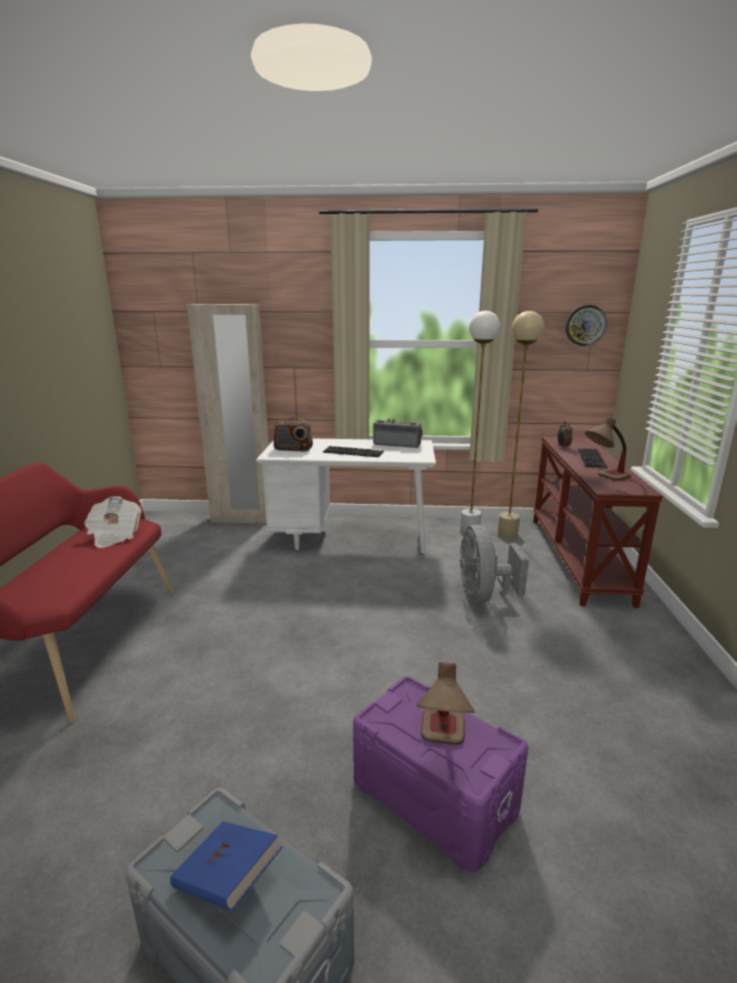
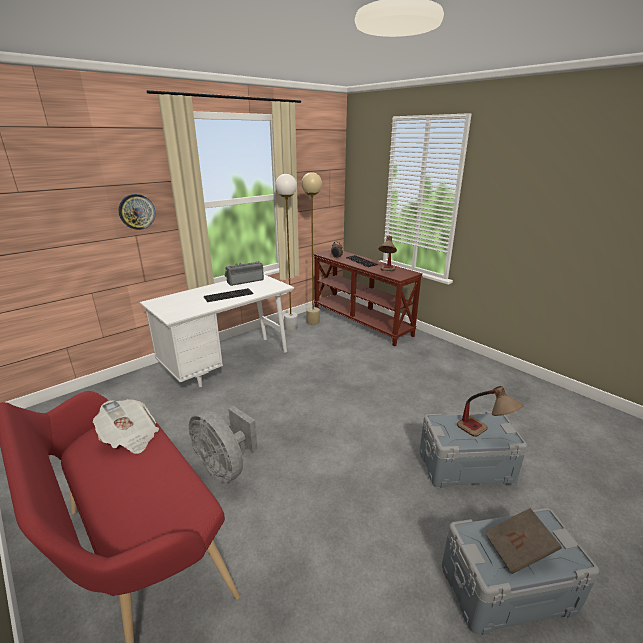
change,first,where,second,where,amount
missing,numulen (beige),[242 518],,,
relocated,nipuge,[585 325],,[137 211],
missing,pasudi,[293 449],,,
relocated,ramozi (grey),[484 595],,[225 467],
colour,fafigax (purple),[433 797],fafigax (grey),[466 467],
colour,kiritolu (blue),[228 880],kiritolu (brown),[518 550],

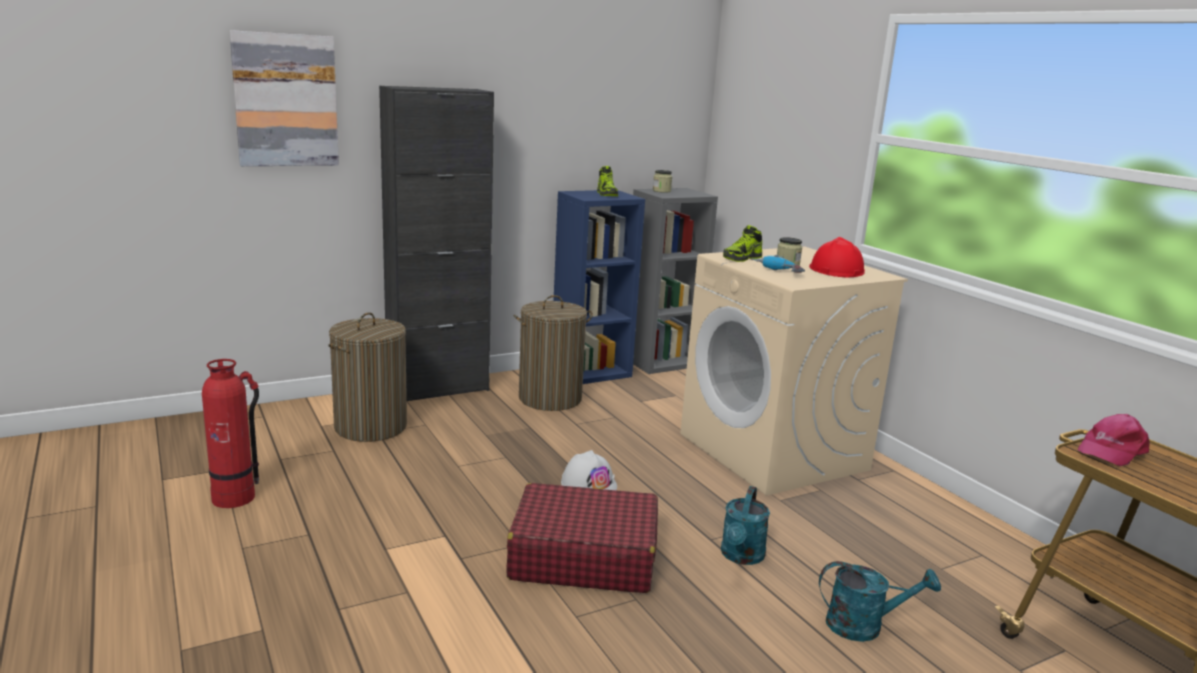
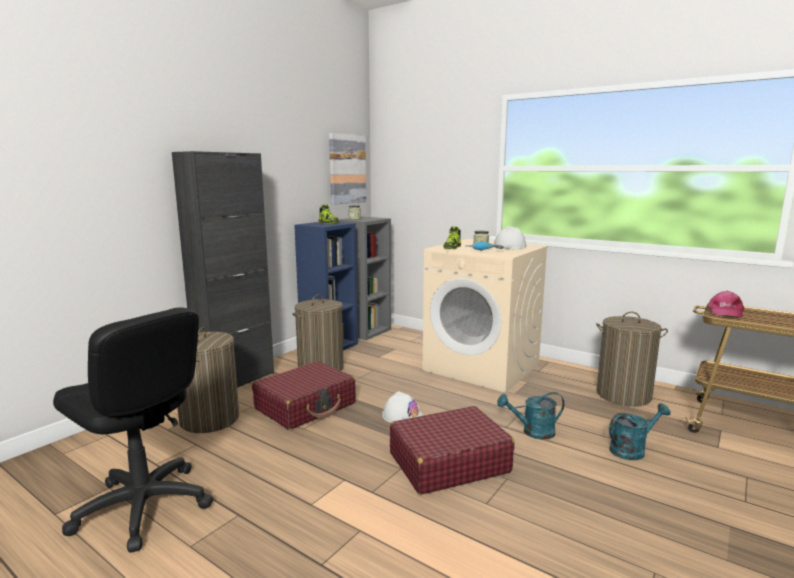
change,first,where,second,where,amount
relocated,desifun,[286 100],,[347 169],
colour,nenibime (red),[836 270],nenibime (white),[508 246],
exchanged,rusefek,[234 497],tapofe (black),[143 507],
spun,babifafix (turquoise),[741 557],,[532 432],90 degrees clockwise
appeared,,,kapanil,[623 395],
appeared,,,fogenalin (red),[306 406],

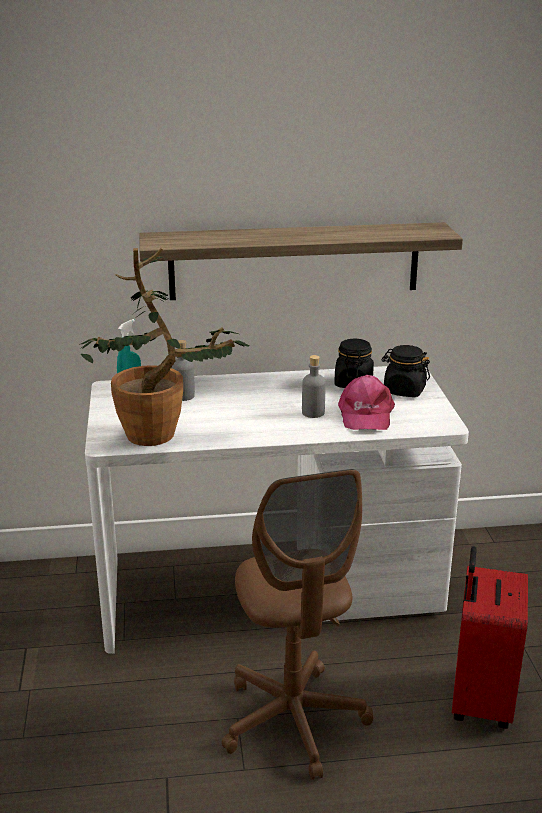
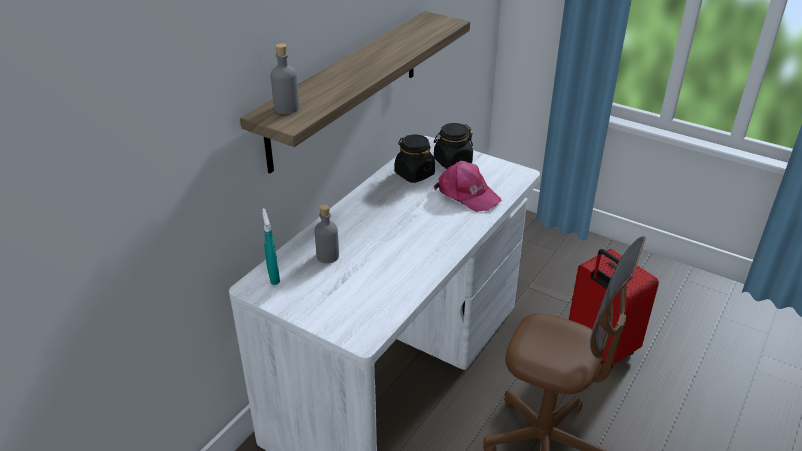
change,first,where,second,where,amount
missing,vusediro,[163 435],,,
relocated,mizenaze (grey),[313 413],,[286 108],

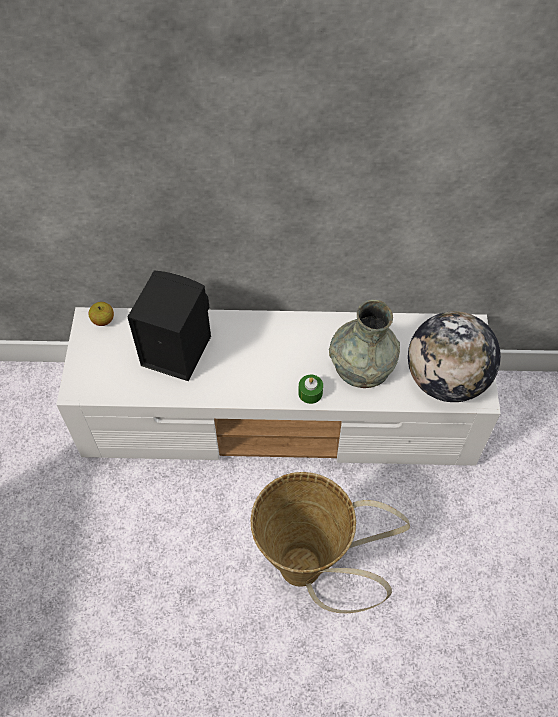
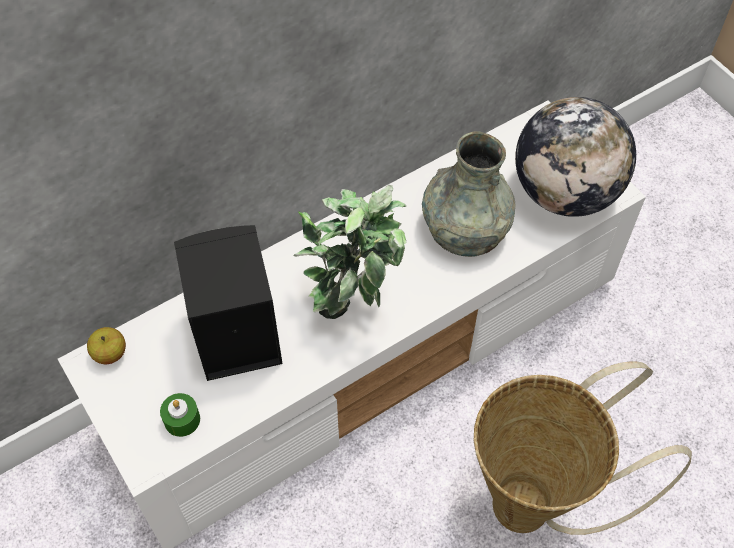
change,first,where,second,where,amount
relocated,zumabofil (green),[310 393],,[182 419],
appeared,,,vusediro,[353 303],

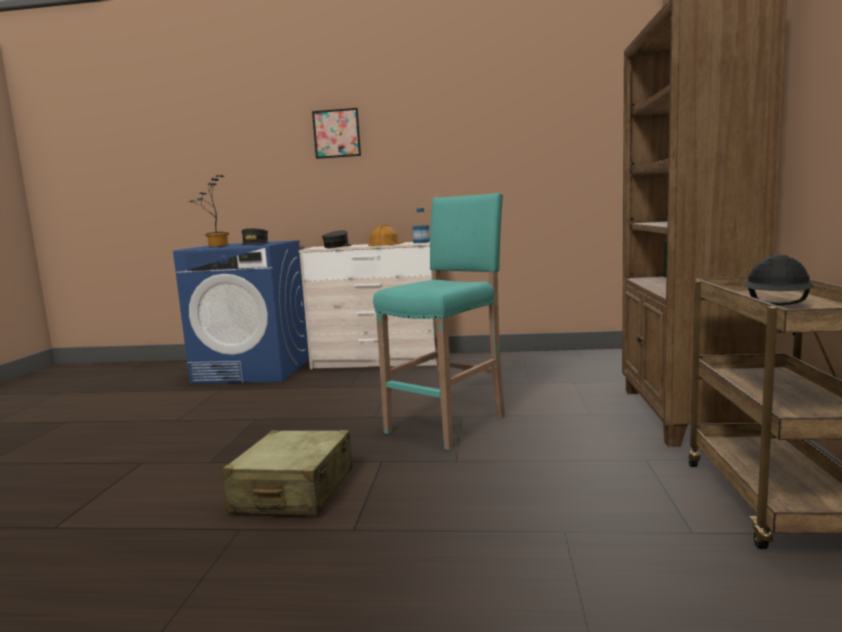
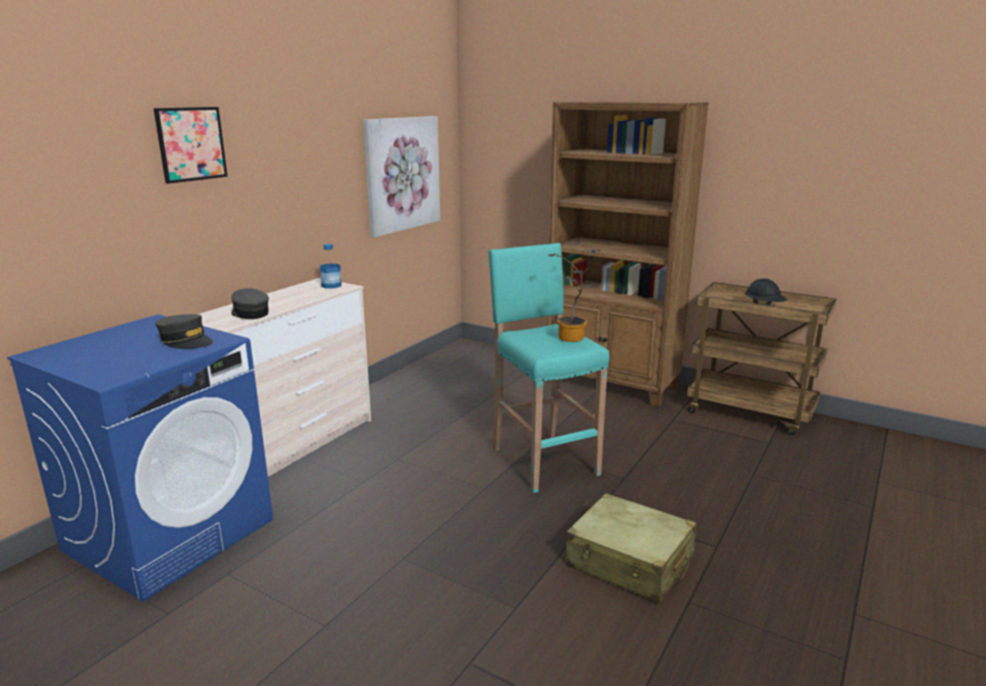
change,first,where,second,where,amount
relocated,vusediro,[215 246],,[572 339],
missing,nenibime (orange),[386 244],,,
appeared,,,desifun,[402 174],

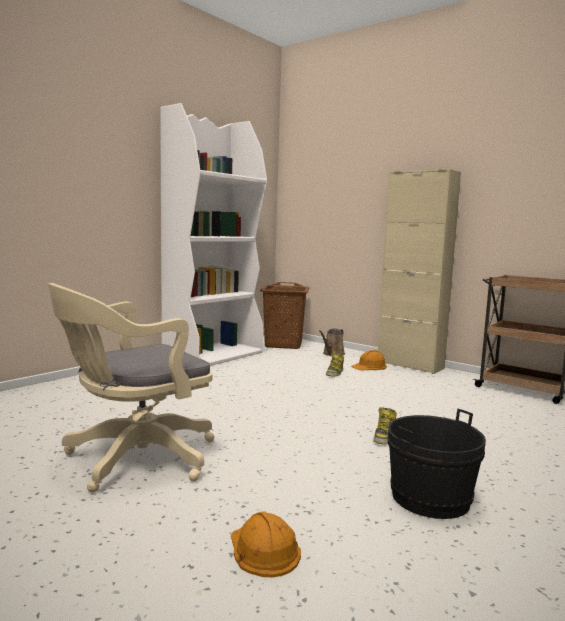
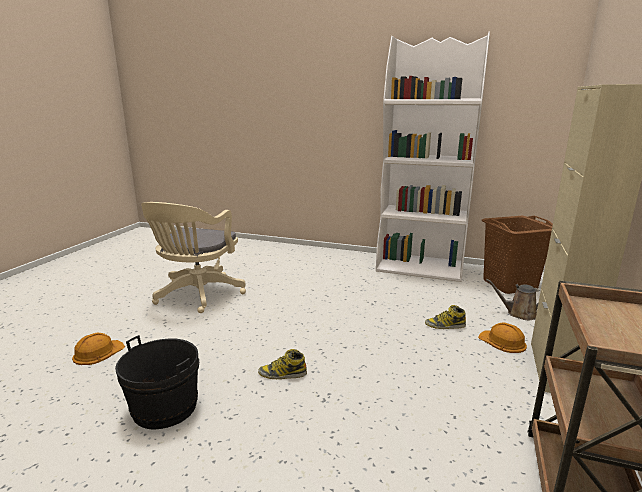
change,first,where,second,where,amount
spun,tapofe (beige),[134 459],,[197 295],105 degrees counterclockwise

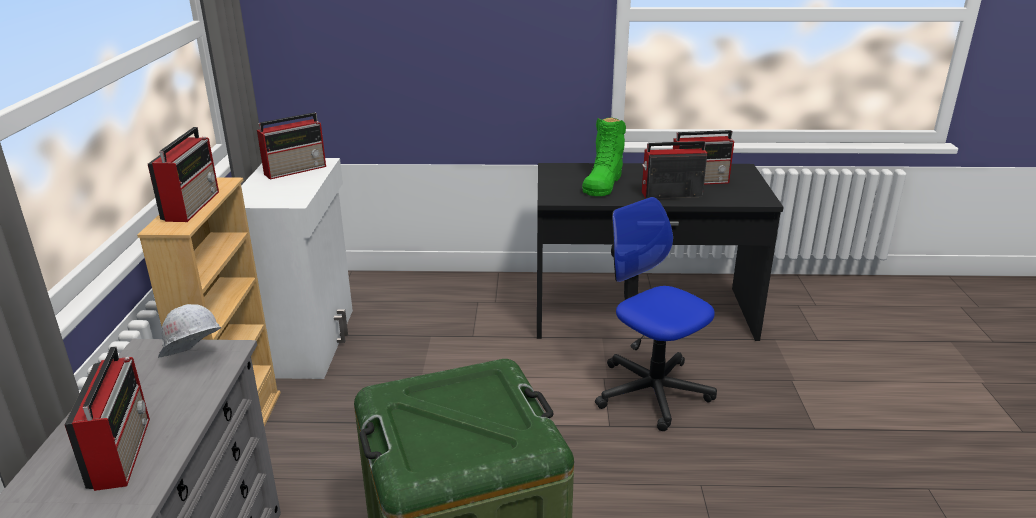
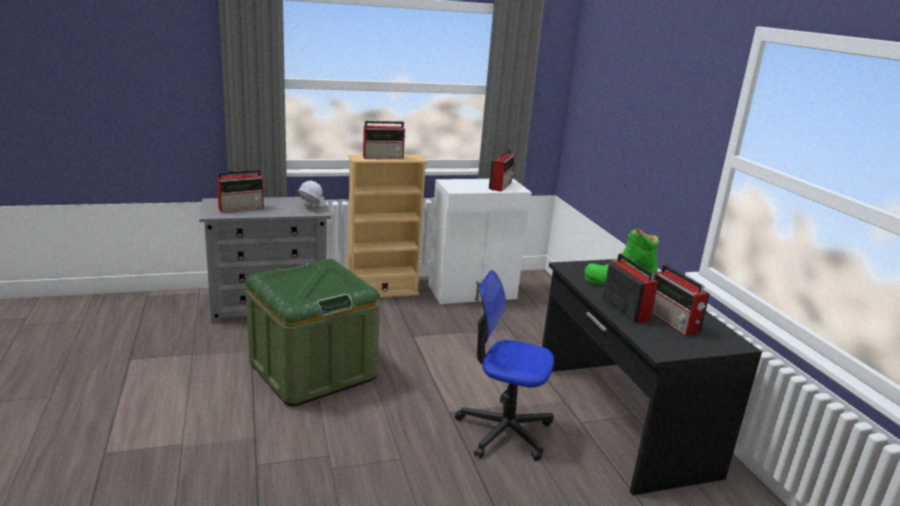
change,first,where,second,where,amount
spun,pasudi,[296 170],,[501 185],105 degrees counterclockwise
spun,tapofe,[652 391],,[504 430],105 degrees counterclockwise

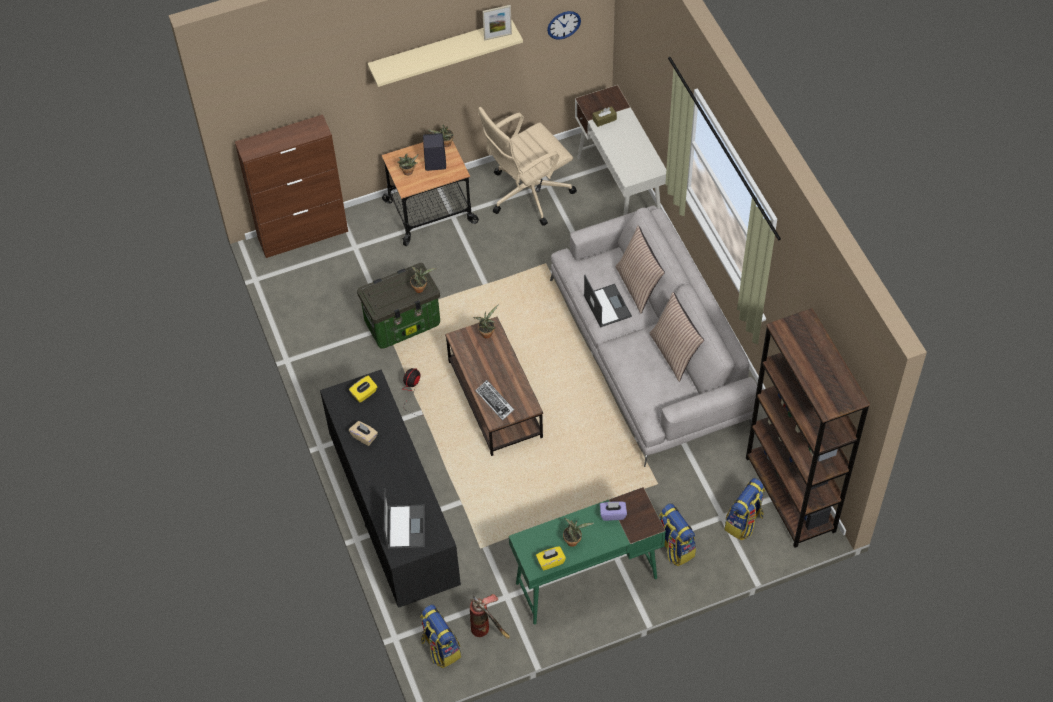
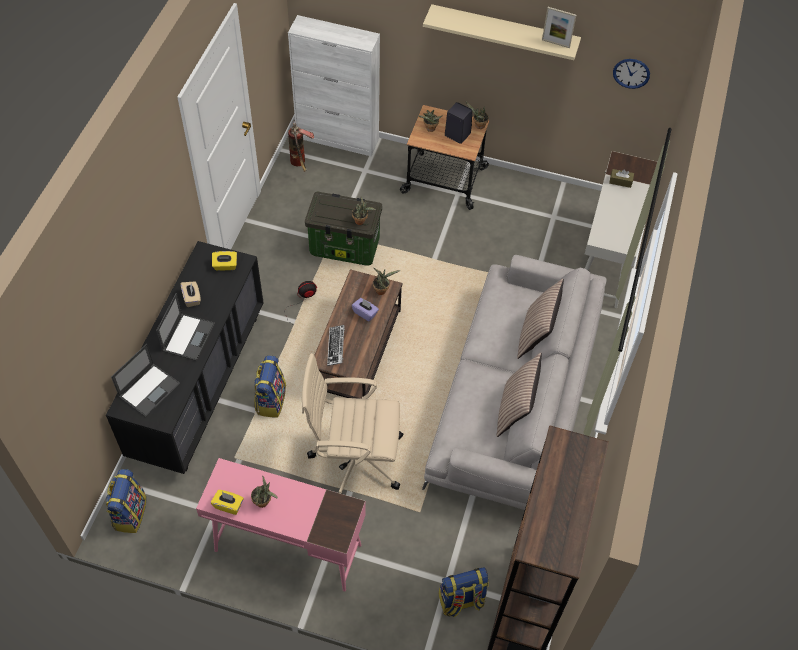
change,first,where,second,where,amount
relocated,tapofe (beige),[527 193],,[354 458],
colour,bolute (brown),[303 234],bolute (white),[338 138],
relocated,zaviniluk,[607 305],,[188 336],
colour,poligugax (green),[585 581],poligugax (pink),[287 547],
relocated,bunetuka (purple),[613 514],,[365 313],
relocated,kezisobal,[674 547],,[270 400],
relocated,rusefek,[487 630],,[300 164],

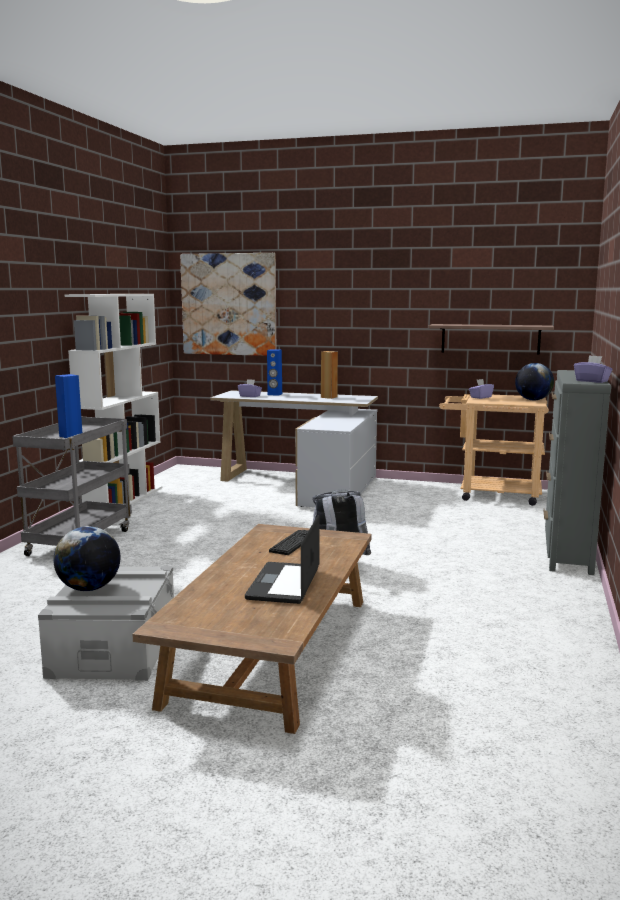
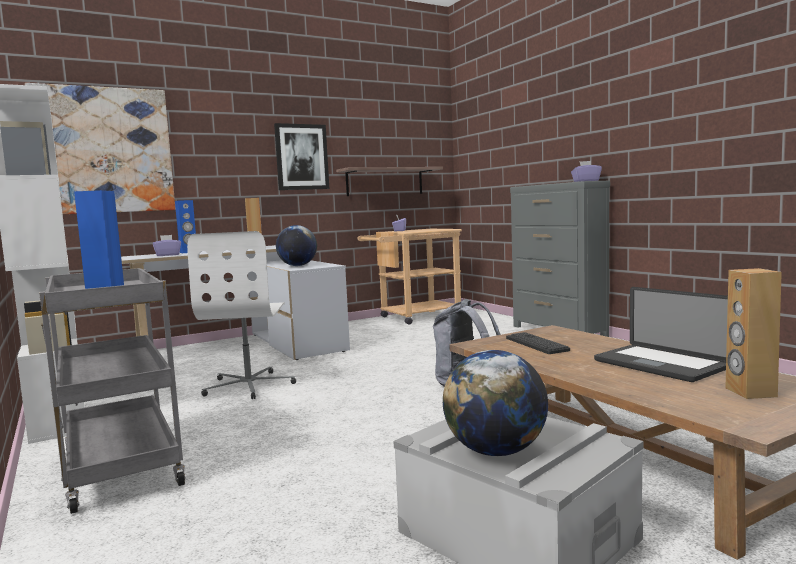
change,first,where,second,where,amount
relocated,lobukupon,[533 400],,[298 266],
appeared,,,desifun,[301 157],
appeared,,,tapofe (white),[249 385],
appeared,,,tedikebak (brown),[750 392],

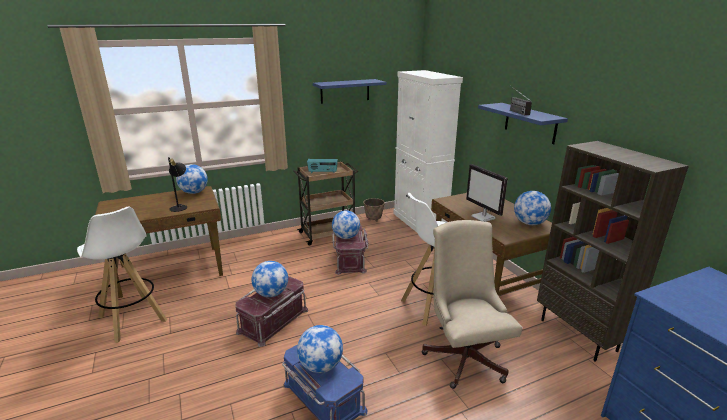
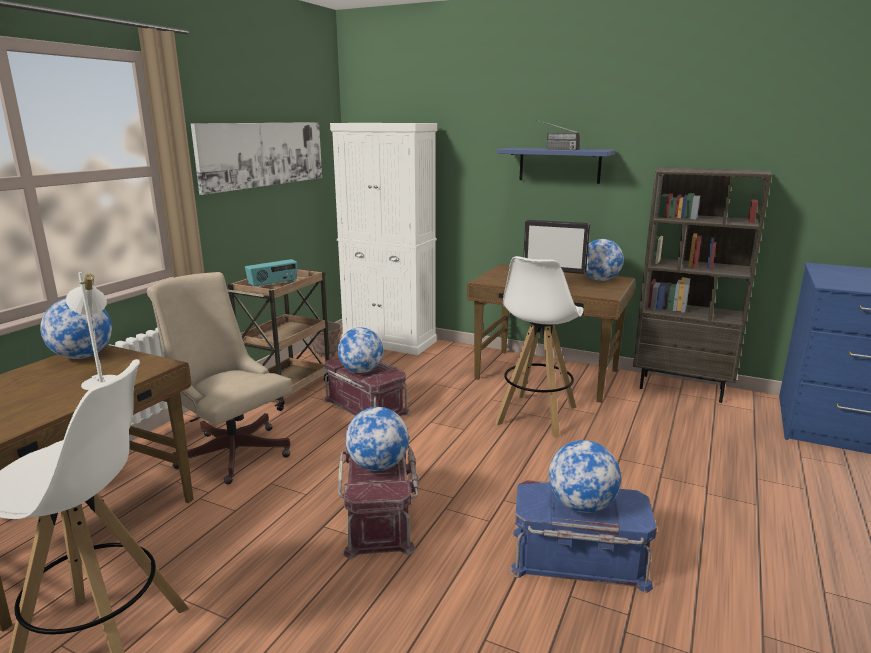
change,first,where,second,where,amount
exchanged,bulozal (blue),[345 91],desifun,[263 154],
colour,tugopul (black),[180 207],tugopul (white),[101 380],
relocated,tapofe (beige),[464 354],,[231 450],

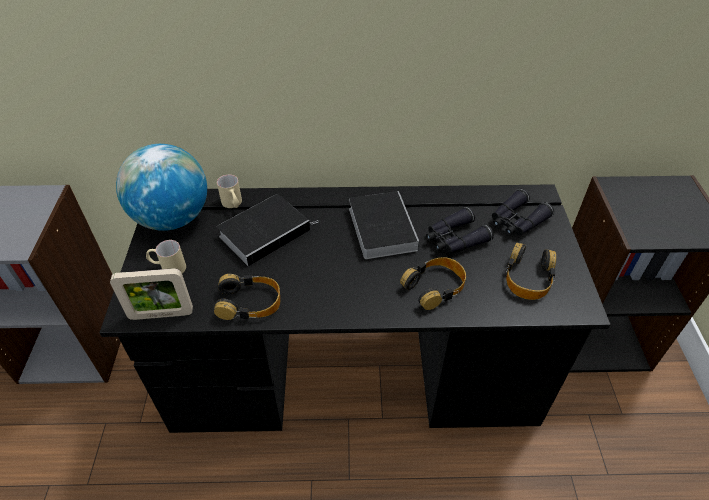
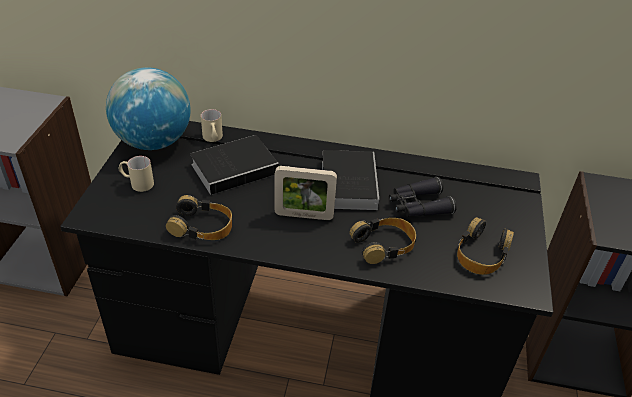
change,first,where,second,where,amount
missing,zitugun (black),[516 221],,,
relocated,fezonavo,[161 314],,[304 215],

